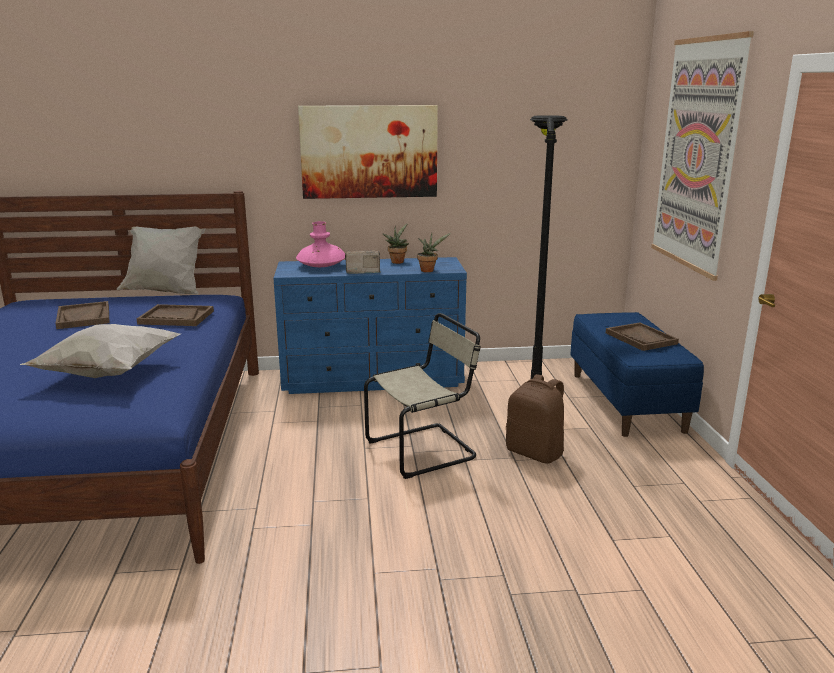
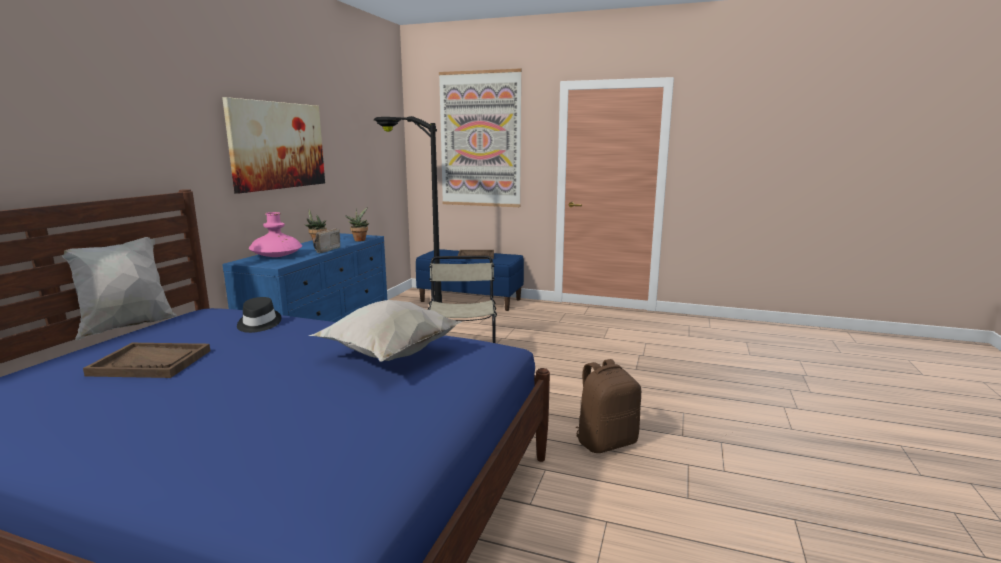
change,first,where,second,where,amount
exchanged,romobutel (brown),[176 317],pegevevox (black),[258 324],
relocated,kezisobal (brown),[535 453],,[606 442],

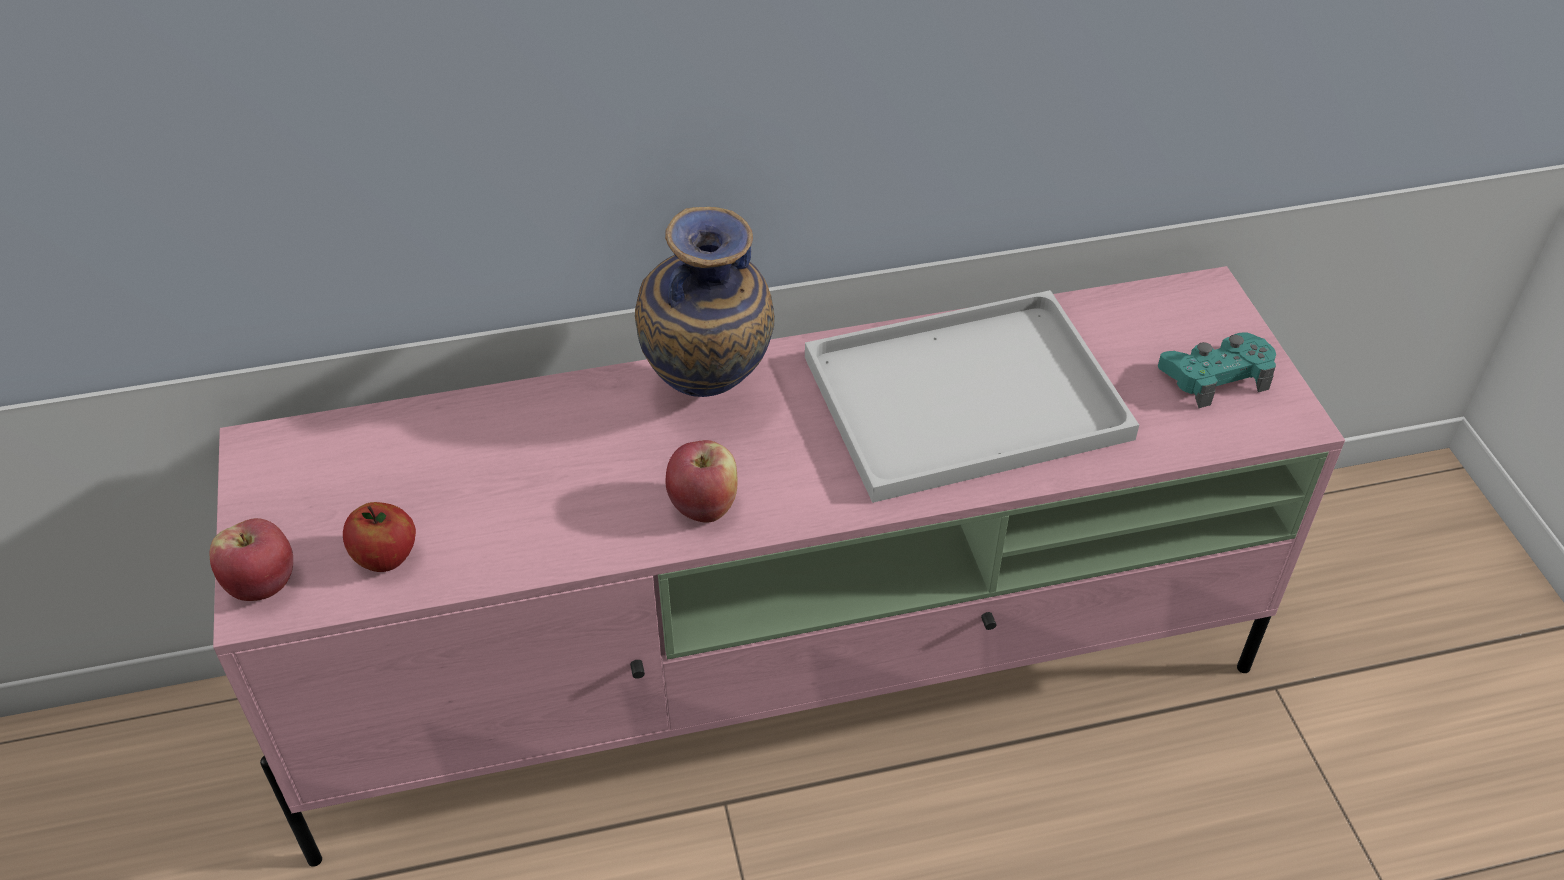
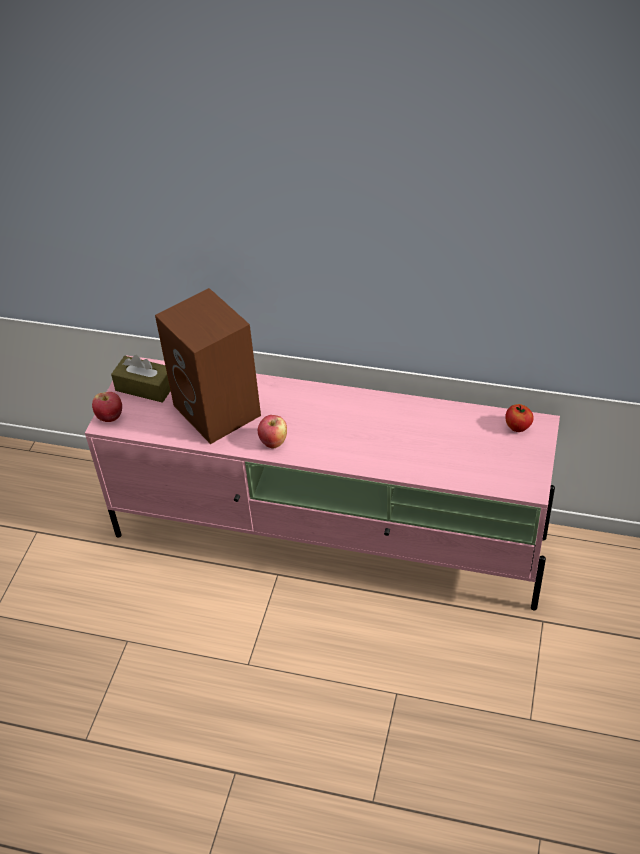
change,first,where,second,where,amount
missing,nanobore,[708 396],,,
missing,romobutel (white),[970 394],,,
missing,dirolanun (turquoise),[1216 376],,,
relocated,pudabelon,[386 558],,[518 427],
appeared,,,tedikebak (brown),[219 411],
appeared,,,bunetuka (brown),[145 387],

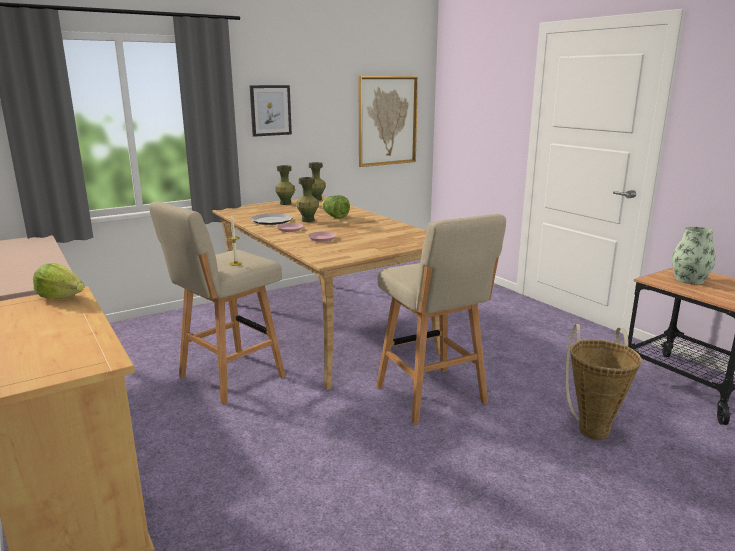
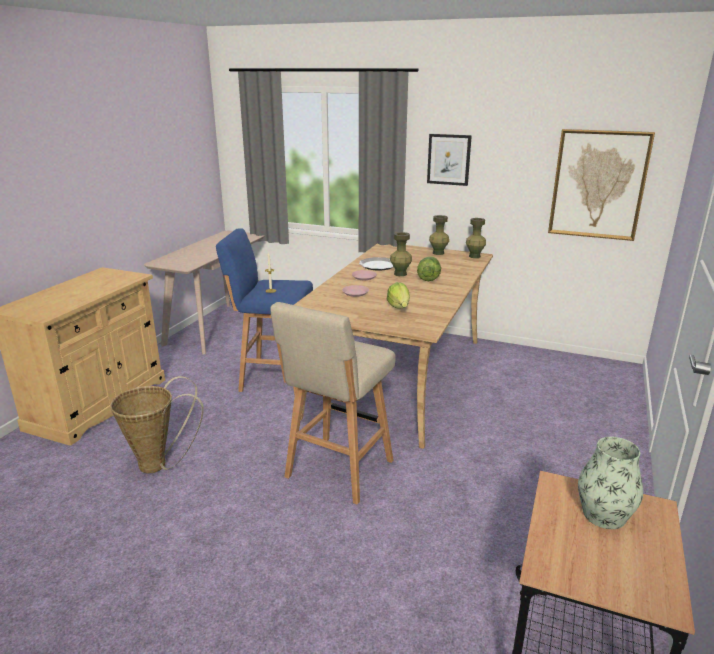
change,first,where,second,where,amount
colour,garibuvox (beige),[228 378],garibuvox (blue),[273 377],
relocated,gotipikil,[61 297],,[399 307],
relocated,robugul,[593 427],,[160 464],

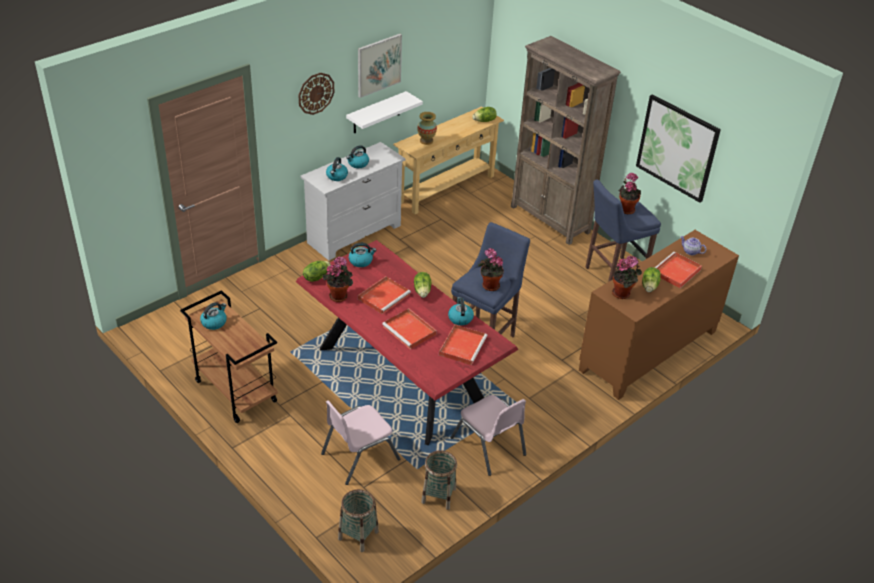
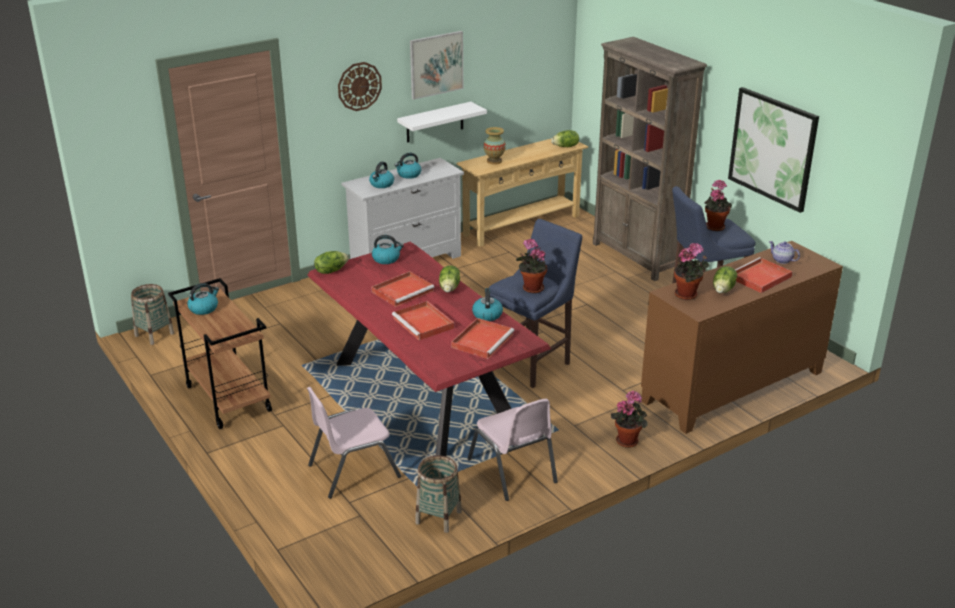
change,first,where,second,where,amount
relocated,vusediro,[339 295],,[628 440],
relocated,robugul,[358 535],,[154 334],

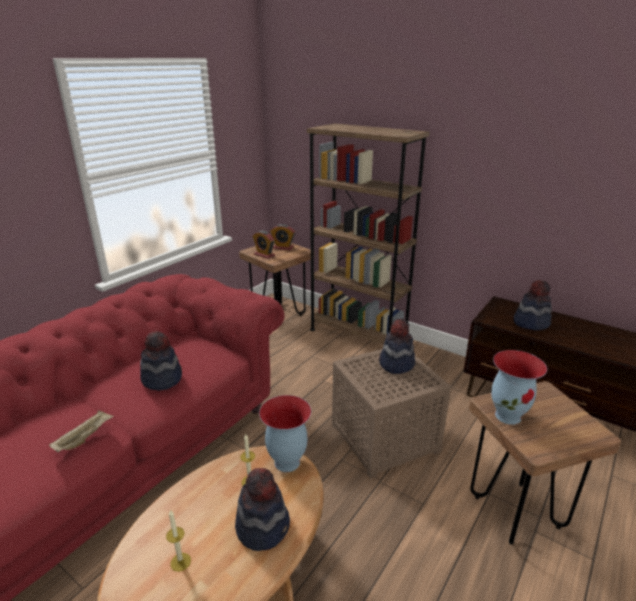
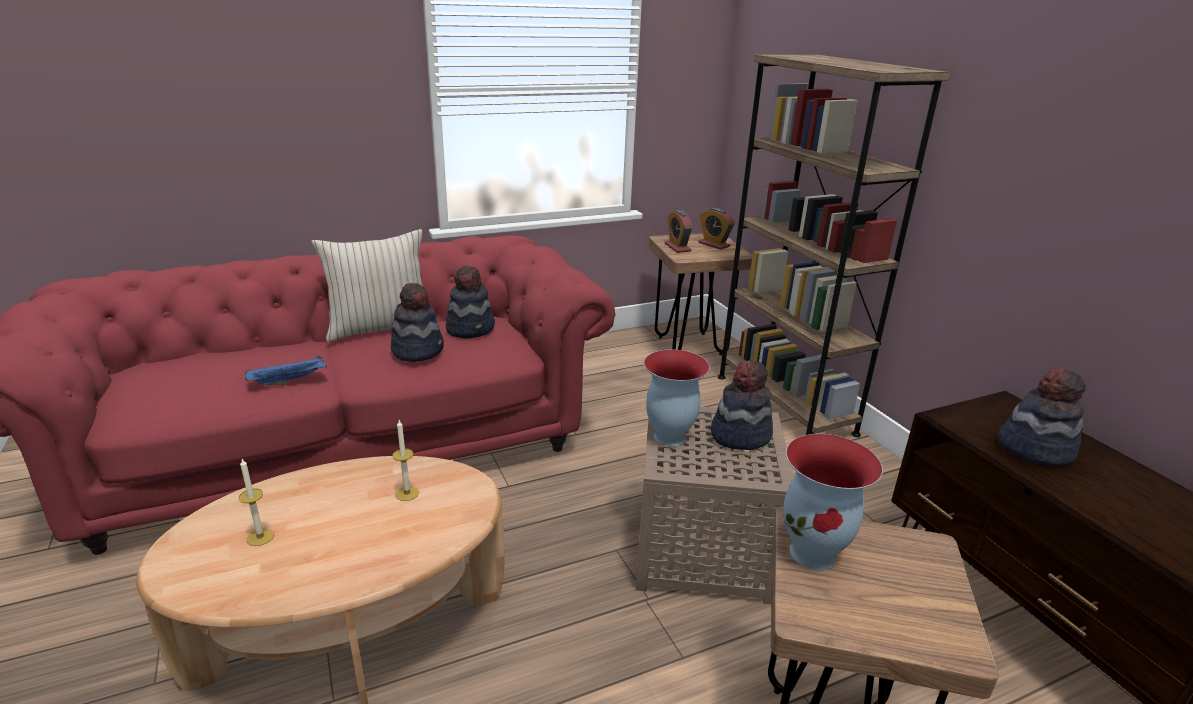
change,first,where,second,where,amount
relocated,nanobore,[286 463],,[669 437],
colour,romobutel (beige),[85 438],romobutel (blue),[289 380],
relocated,pegevevox,[263 526],,[471 329],
appeared,,,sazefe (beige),[380 328],

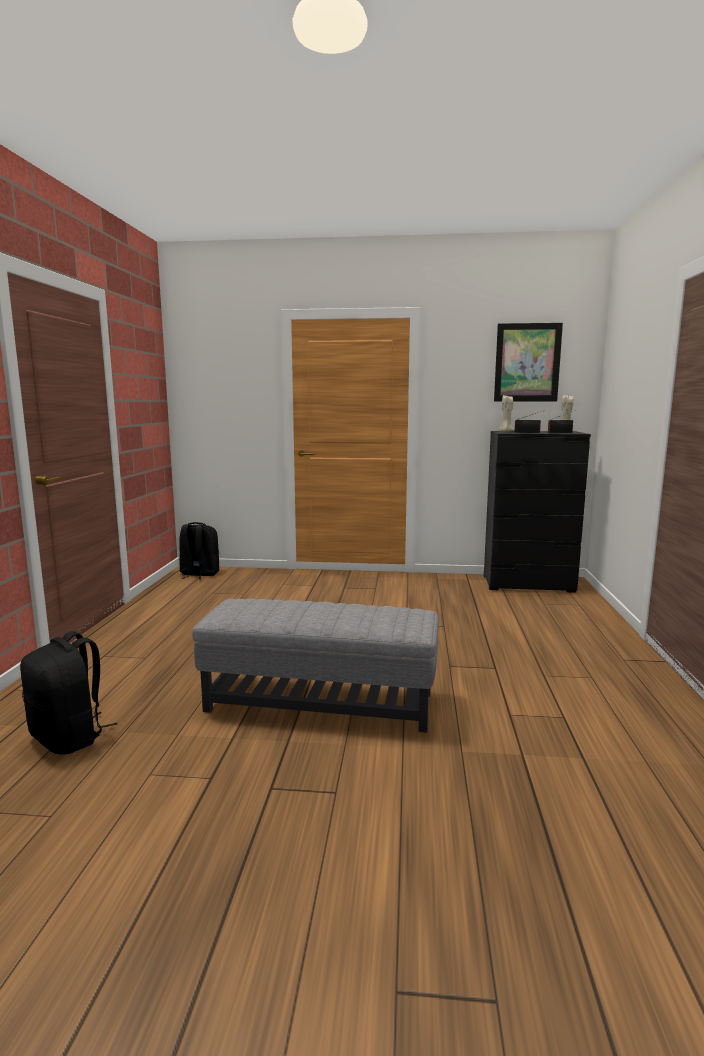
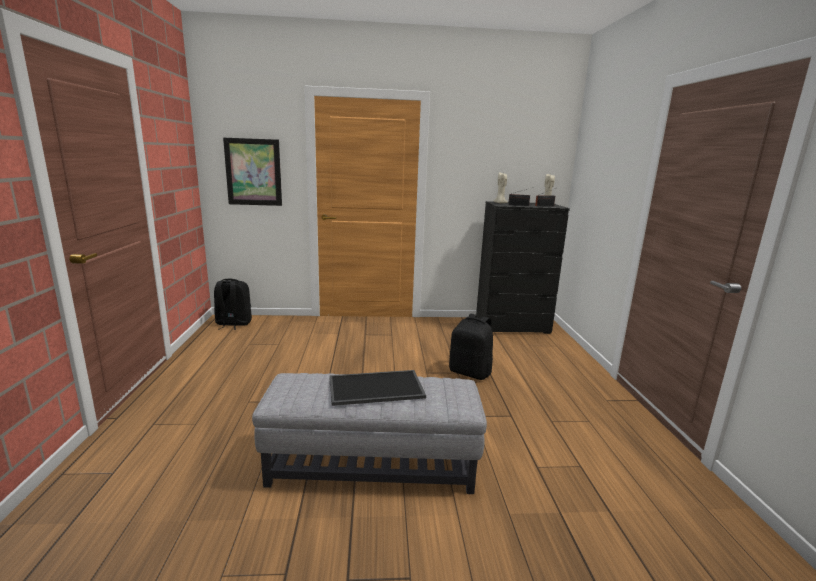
change,first,where,second,where,amount
relocated,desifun,[527 362],,[253 172],
relocated,kezisobal (black),[69 738],,[470 372],
appeared,,,romobutel,[375 388],

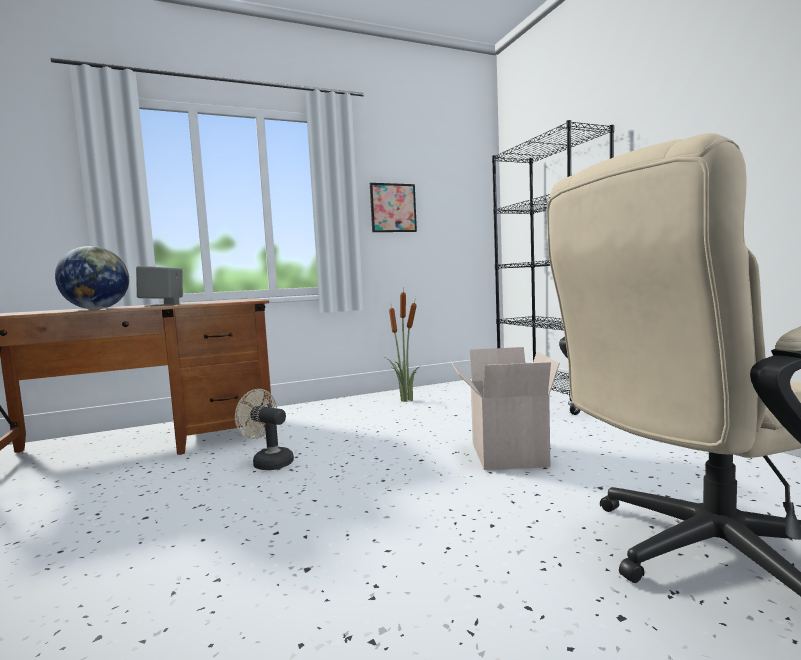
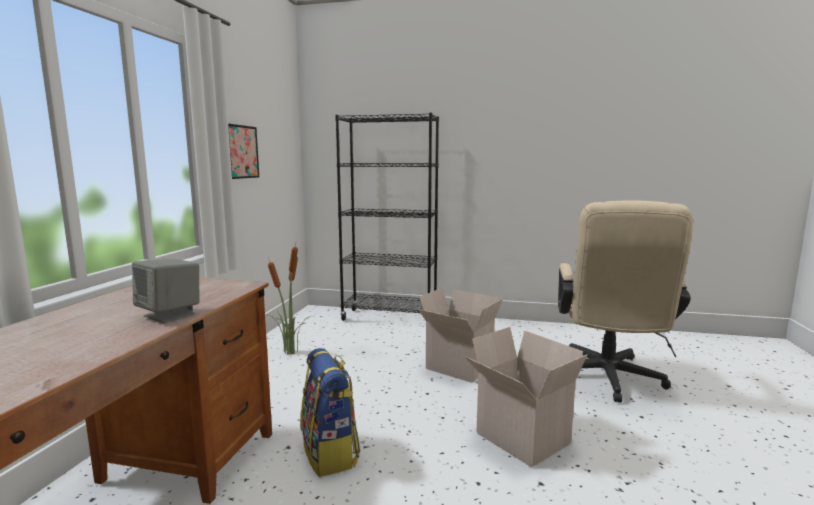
change,first,where,second,where,amount
missing,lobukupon,[97 309],,,
exchanged,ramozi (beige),[268 462],kezisobal,[330 453],
appeared,,,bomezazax,[519 438],

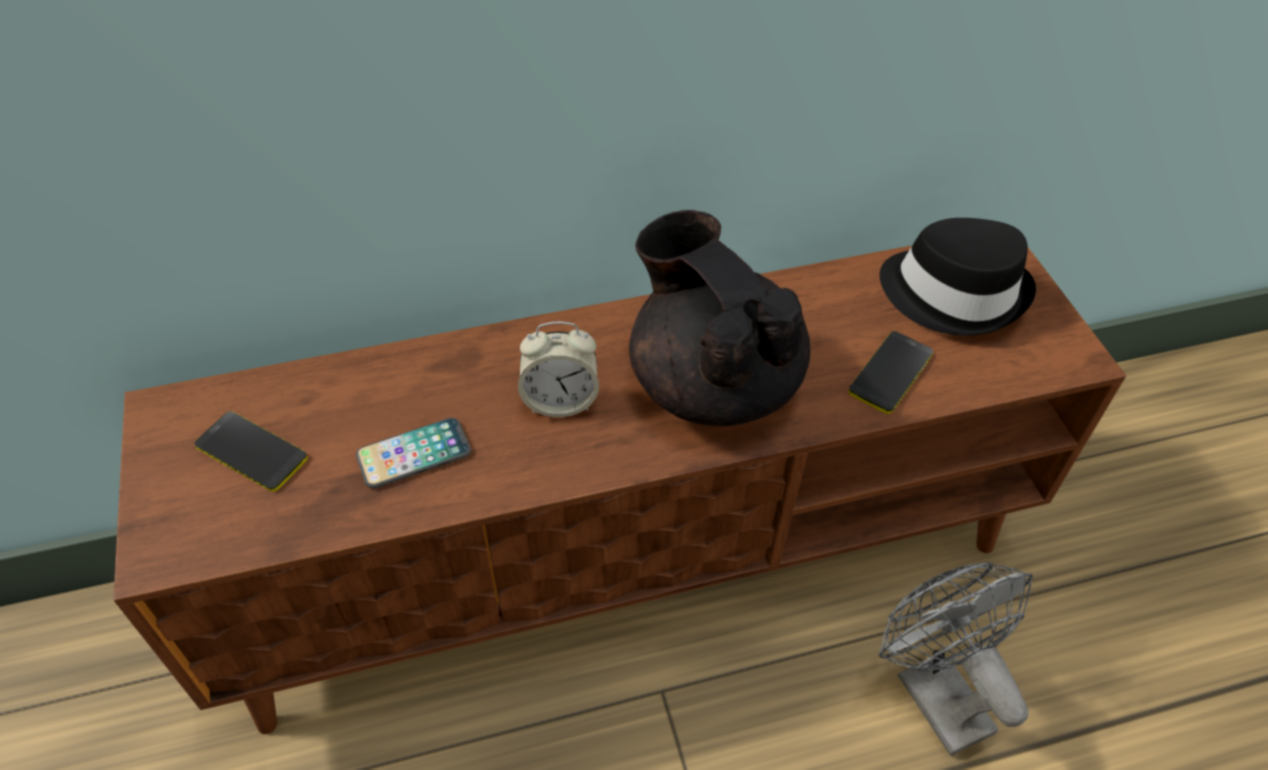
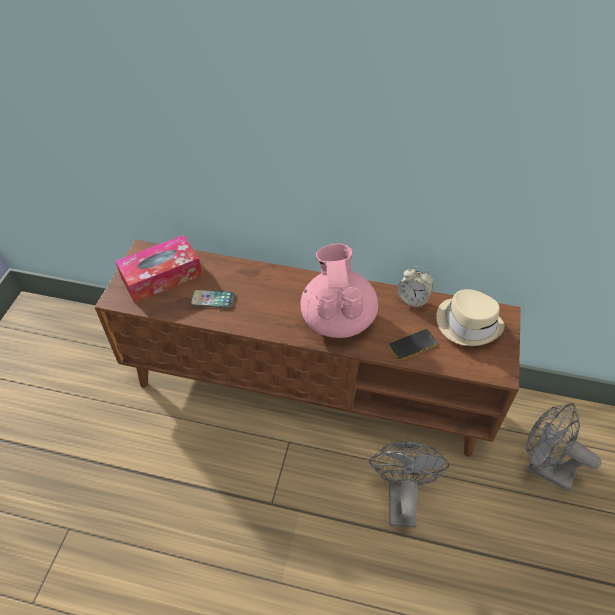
change,first,where,second,where,amount
colour,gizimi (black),[712 382],gizimi (pink),[337 318],
colour,pegevevox (black),[954 292],pegevevox (beige),[468 324],
relocated,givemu,[560 400],,[412 299],
exchanged,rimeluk,[251 452],bunetuka,[161 276],
appeared,,,ramozi (grey),[543 468],

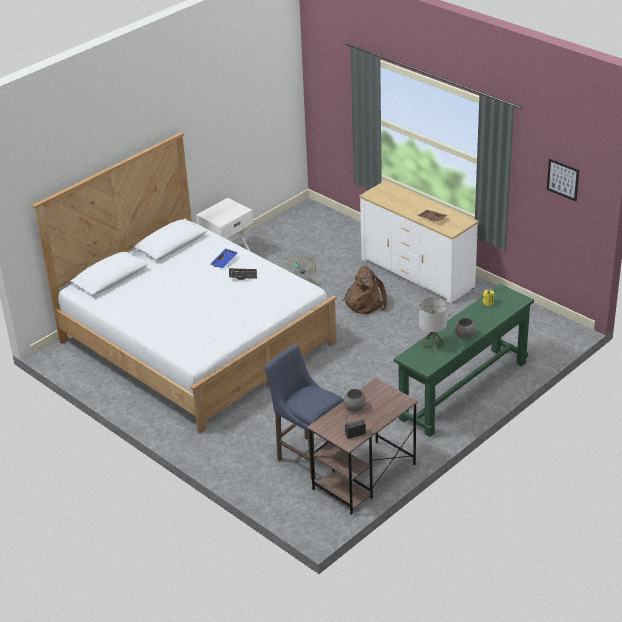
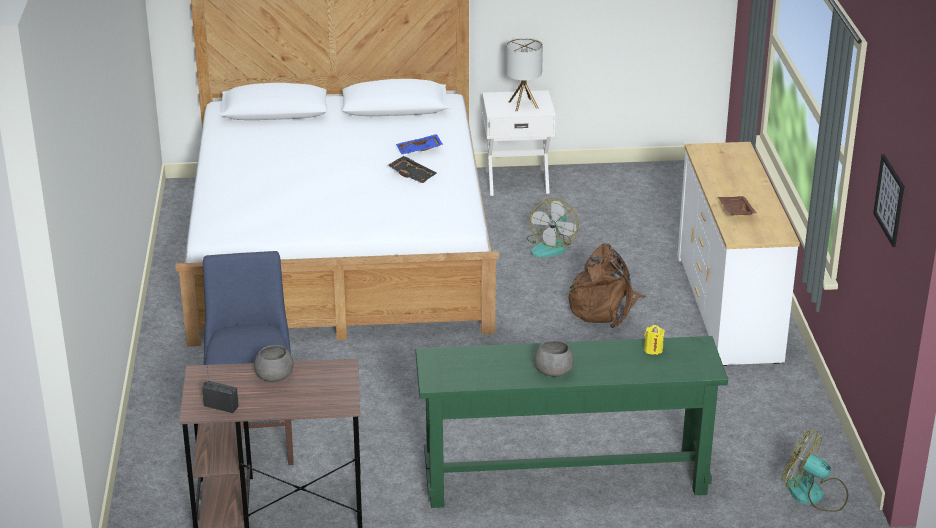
change,first,where,second,where,amount
relocated,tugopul,[432 345],,[523 105],
appeared,,,ramozi,[814 494],

